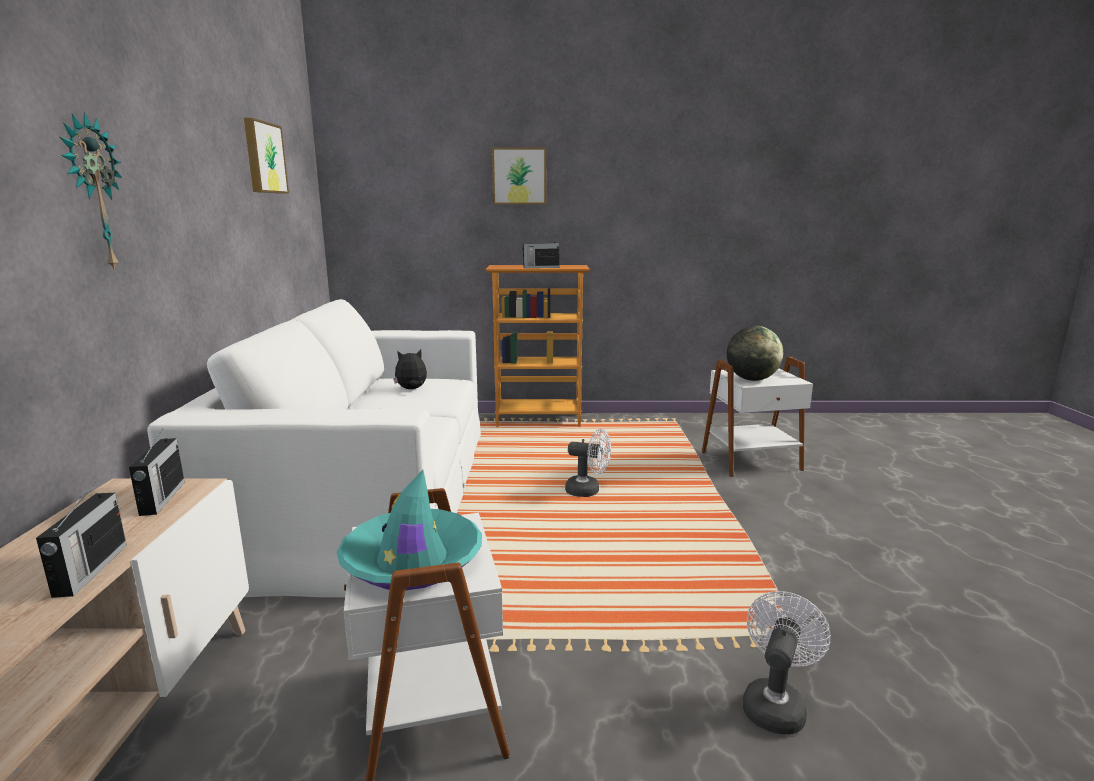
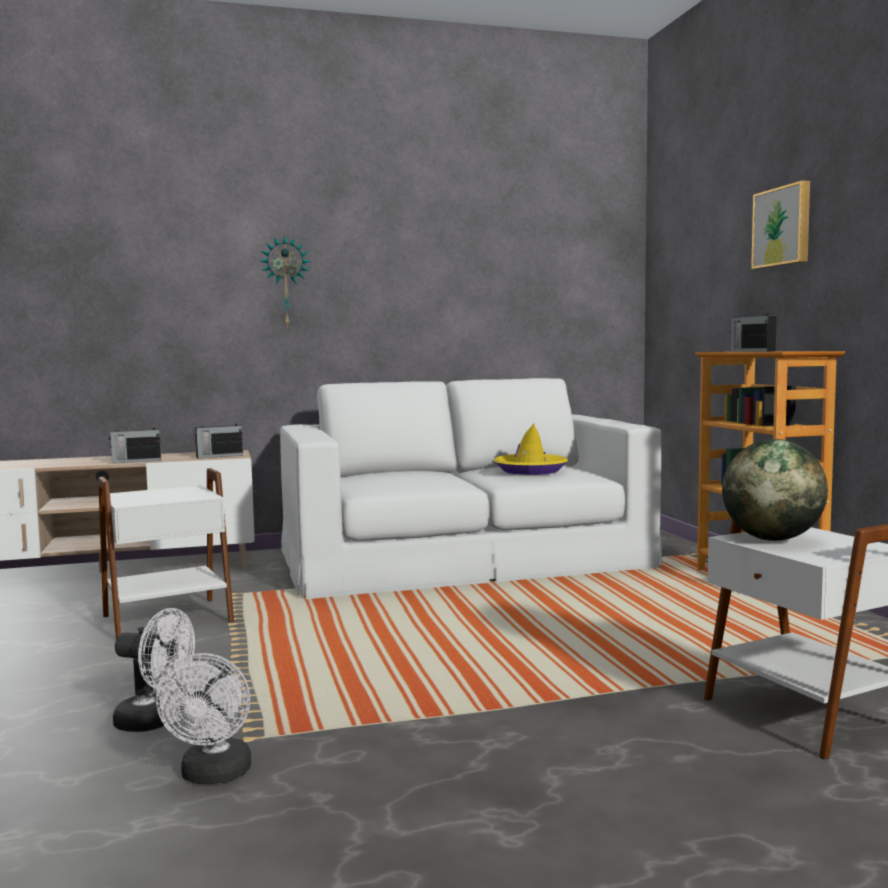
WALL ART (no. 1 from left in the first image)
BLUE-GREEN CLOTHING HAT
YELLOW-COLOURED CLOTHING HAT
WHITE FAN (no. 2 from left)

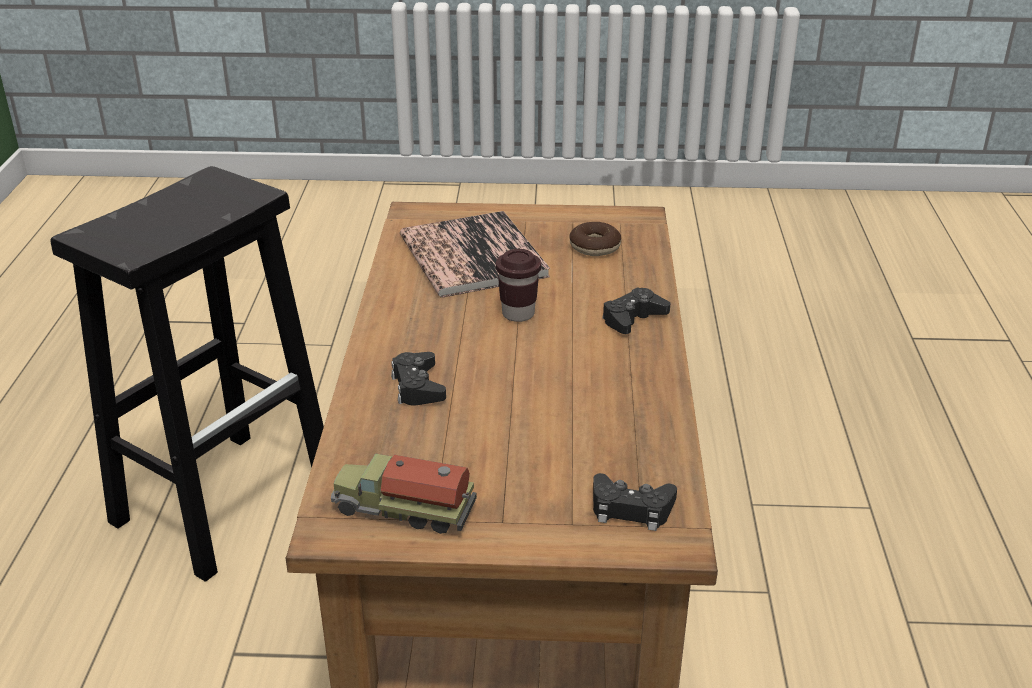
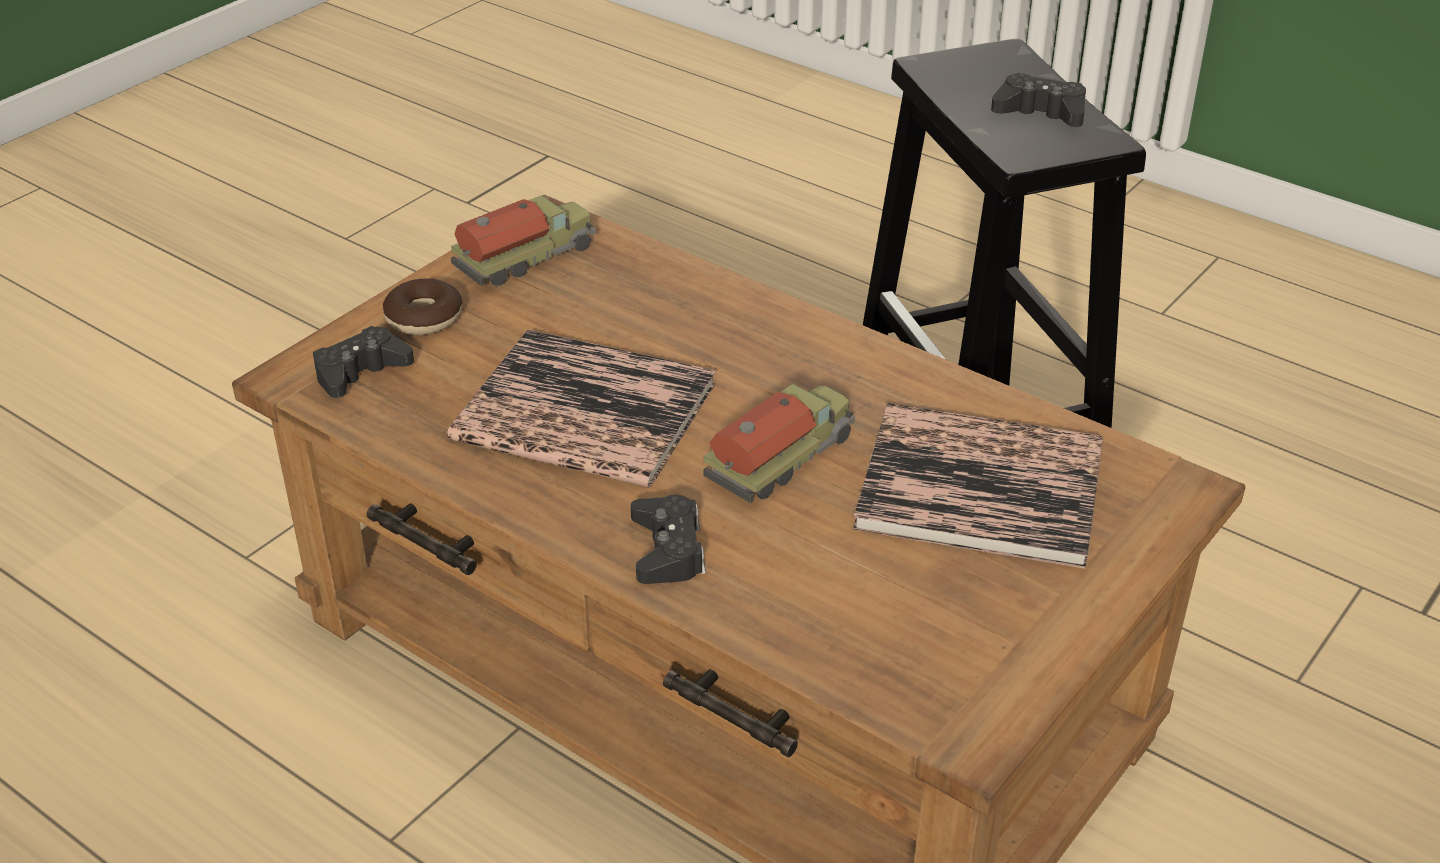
BLACKISH JOYPAD (no. 3 from left)
MODEL TRUCK (no. 2 from left)
DOUGHNUT
BOOK (no. 1 from left)

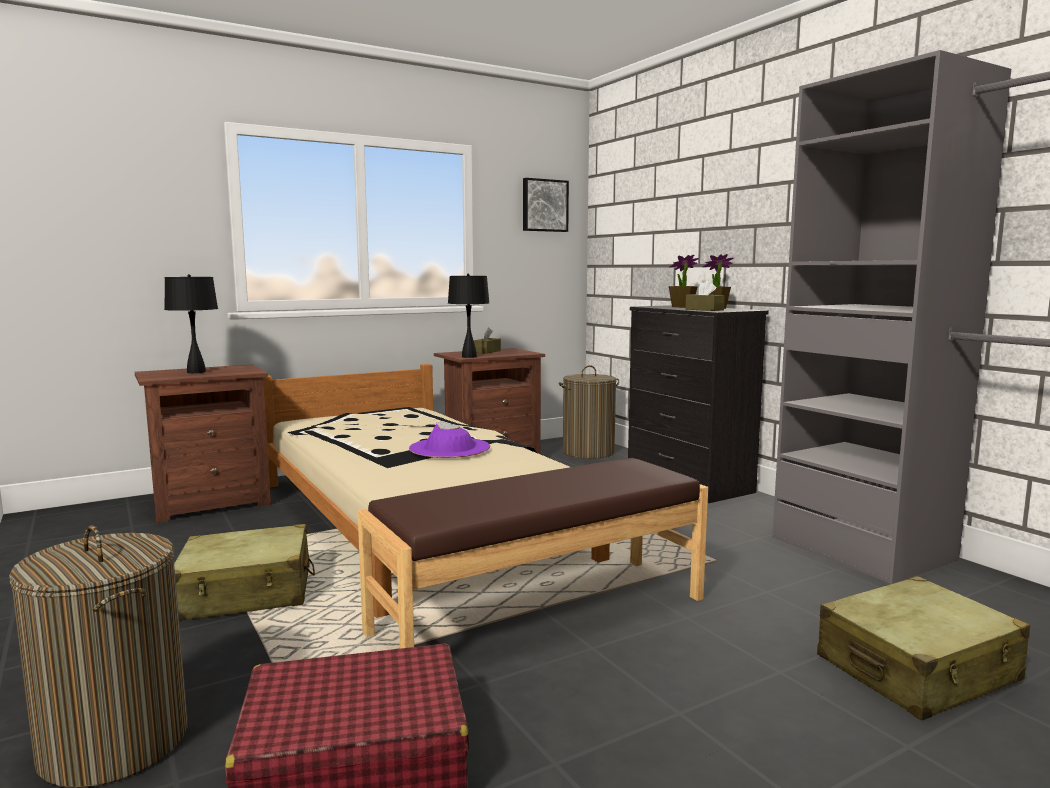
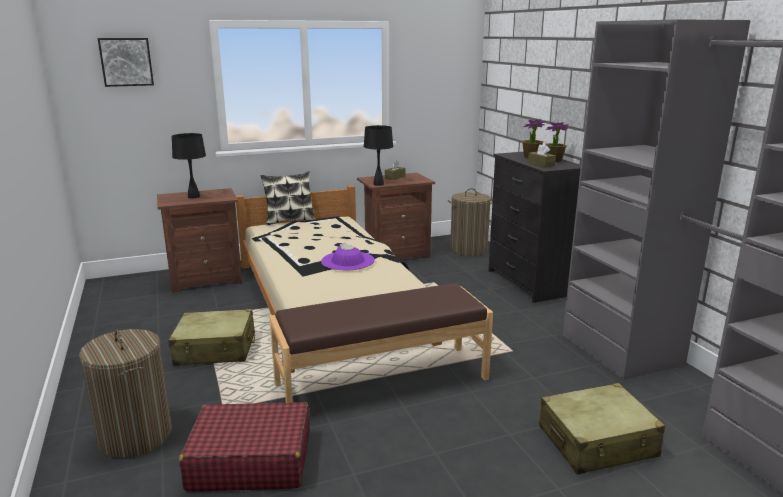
WALL ART
THROW PILLOW

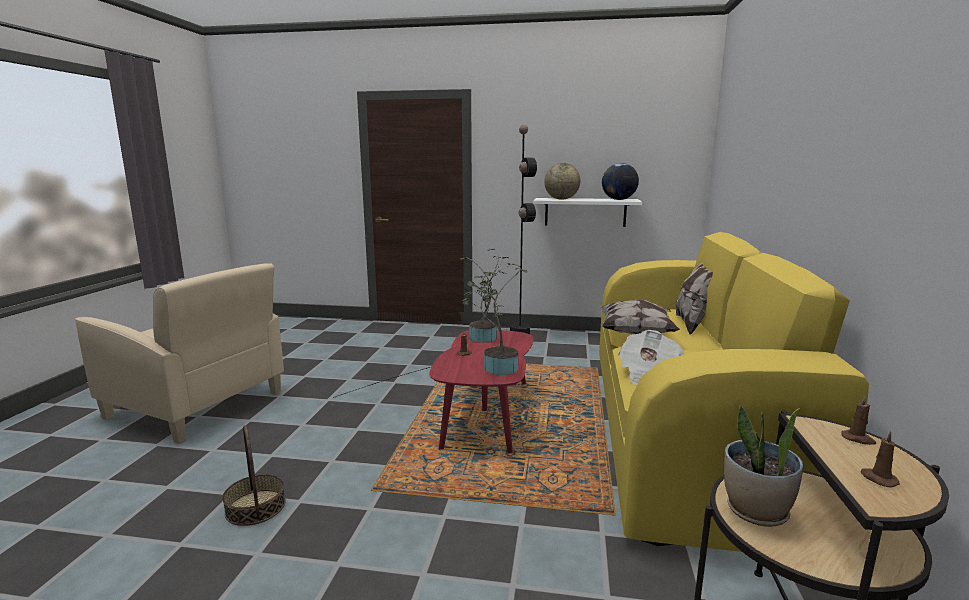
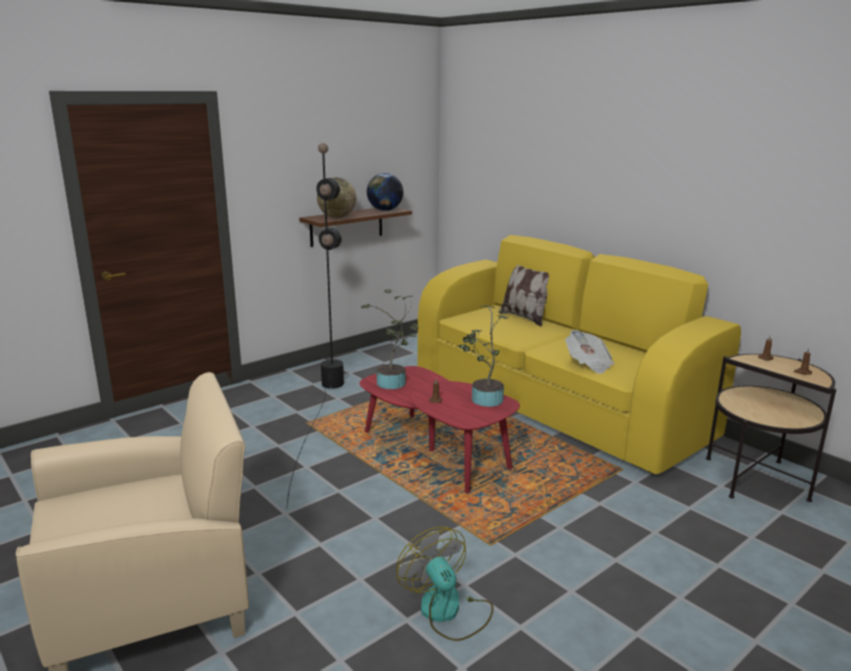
FAN
BROWN BRACKET SHELF
THROW PILLOW (no. 1 from left in the first image)
HOUSEPLANT (no. 3 from left in the first image)

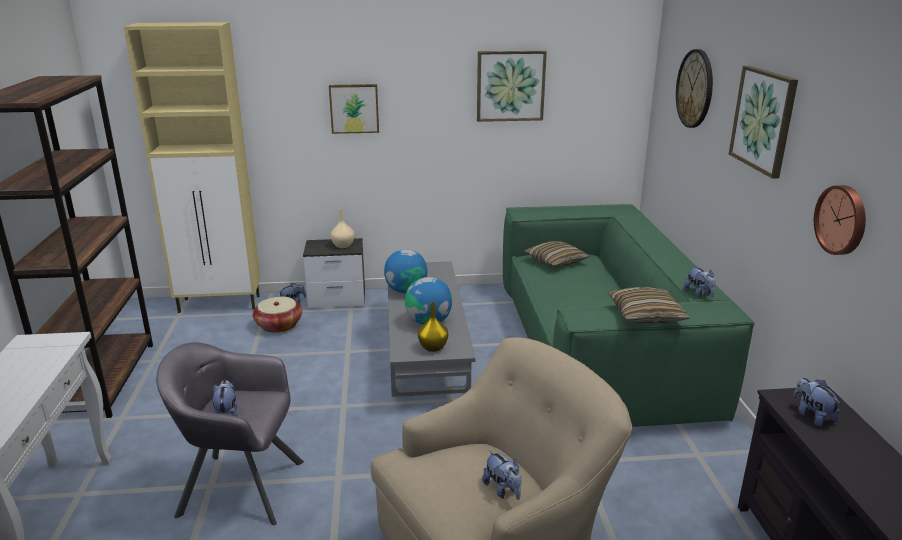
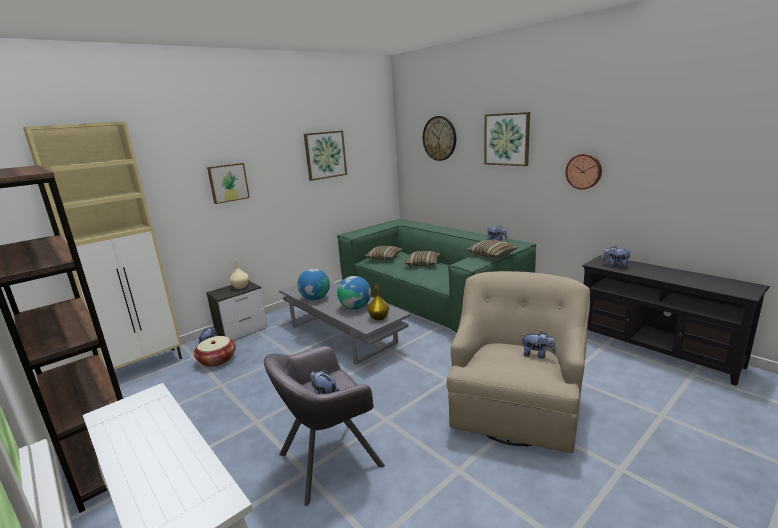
THROW PILLOW (no. 2 from left)

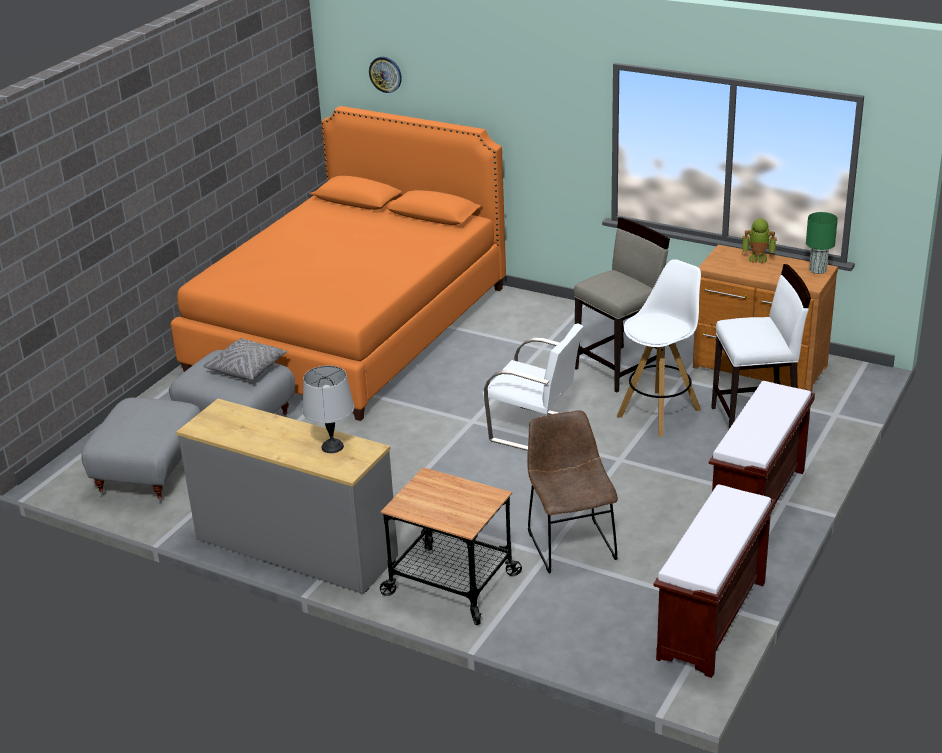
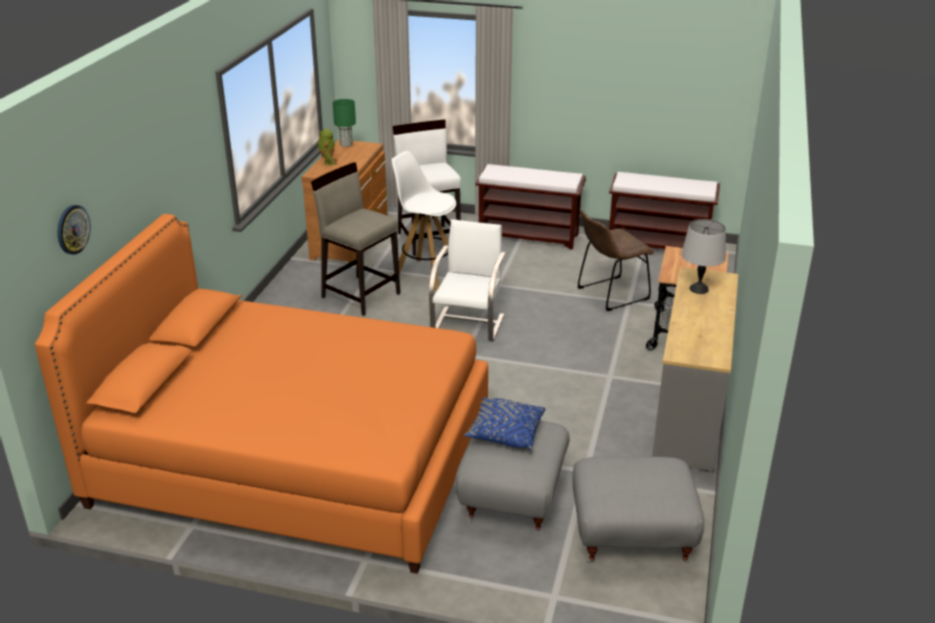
BLUE THROW PILLOW

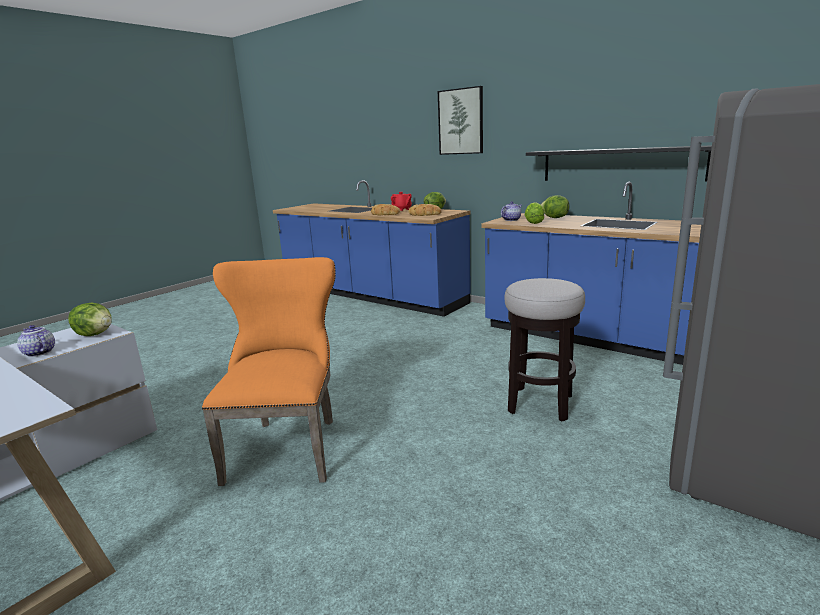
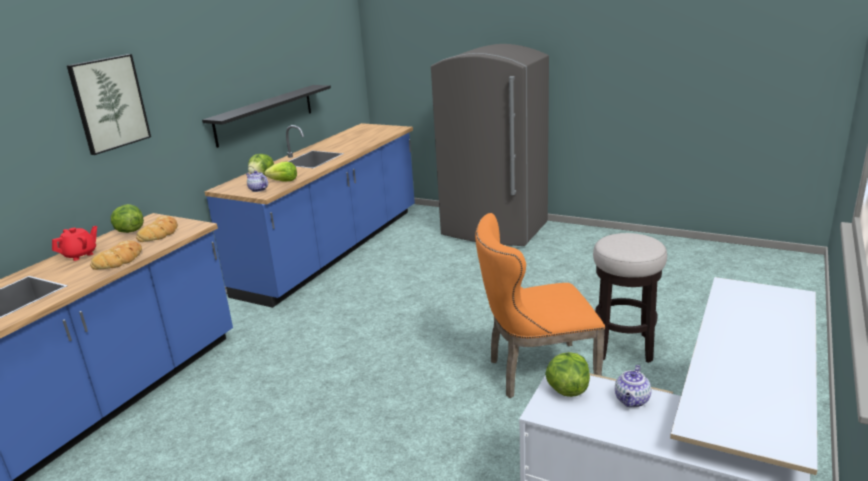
STOOL

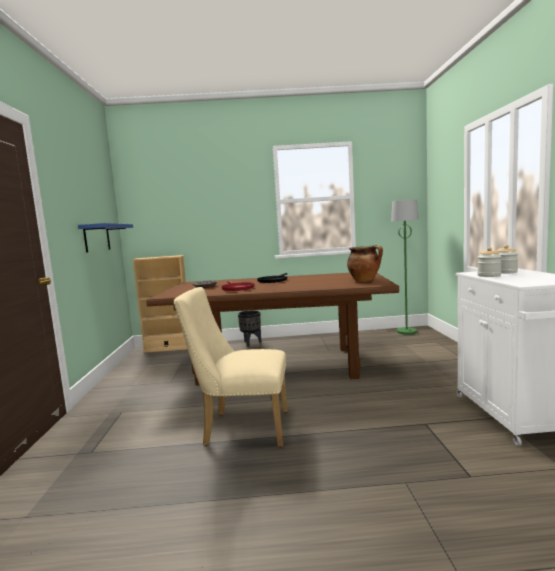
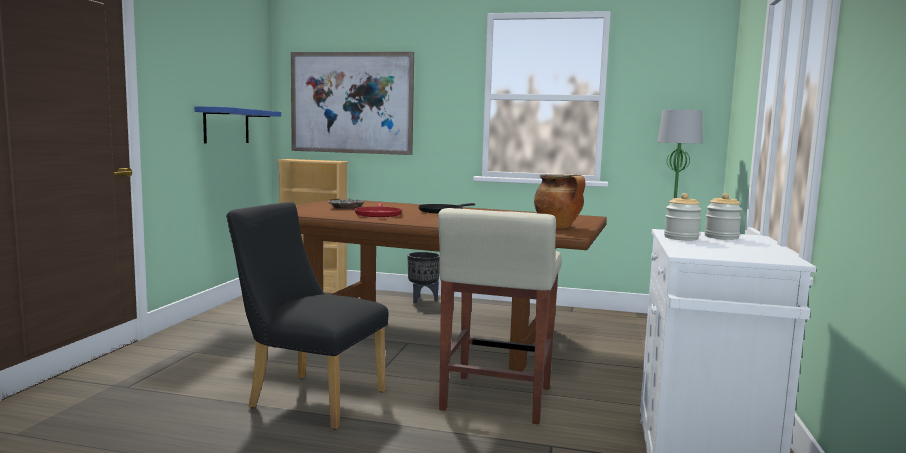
BLACKISH PLAIN CHAIR
WALL ART
BEIGE STOOL

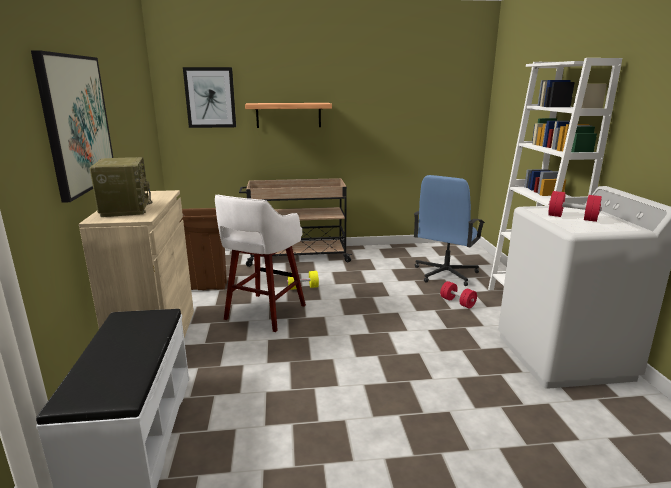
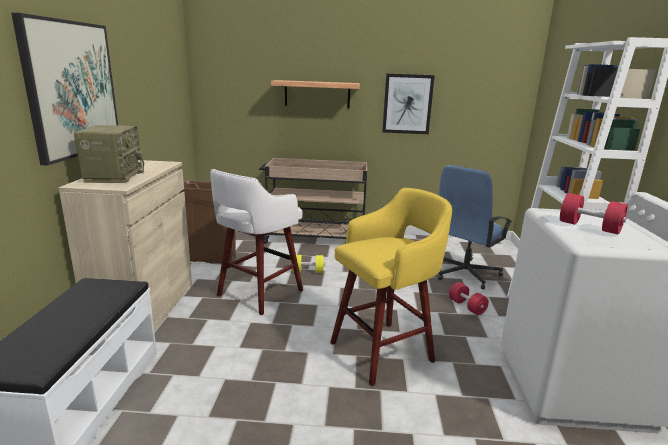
WALL ART (no. 2 from left)
YELLOW-COLOURED STOOL

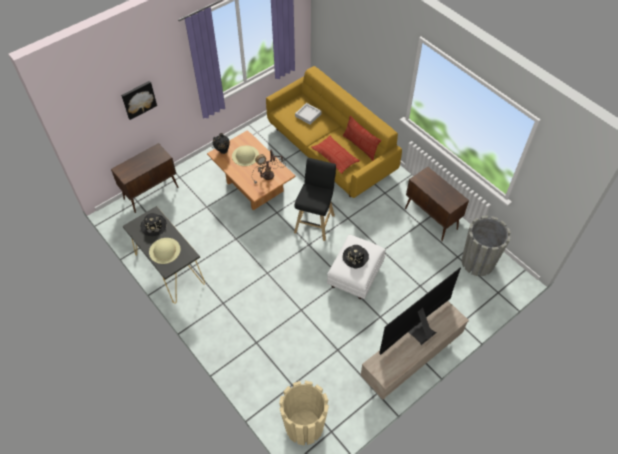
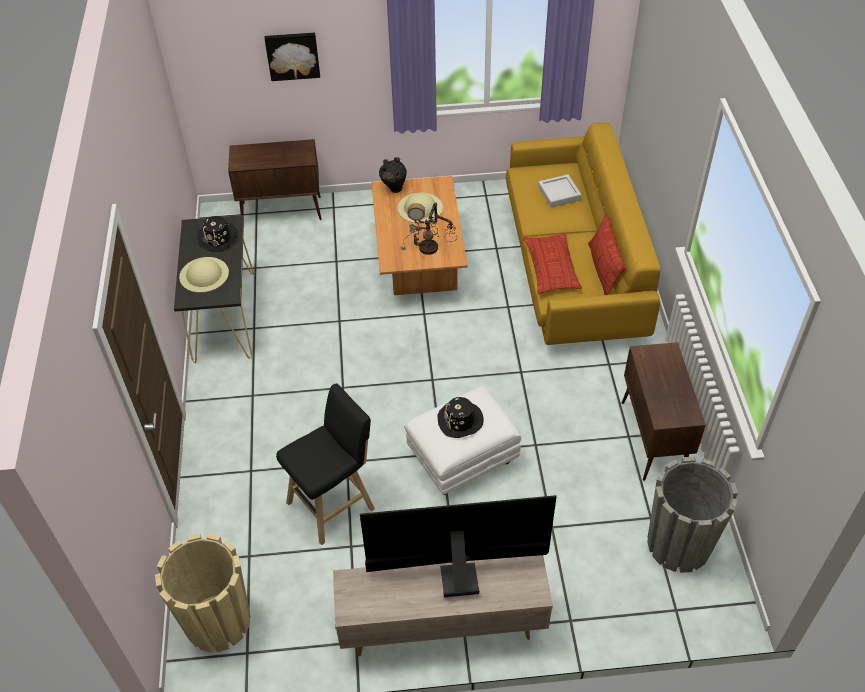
BLACKISH STOOL

